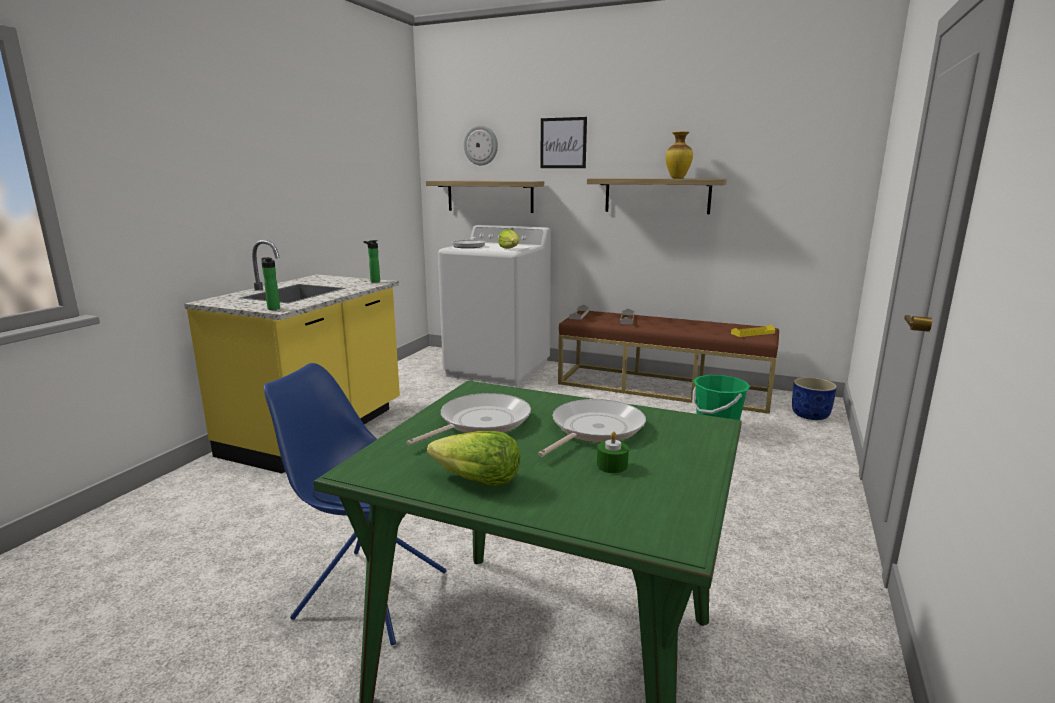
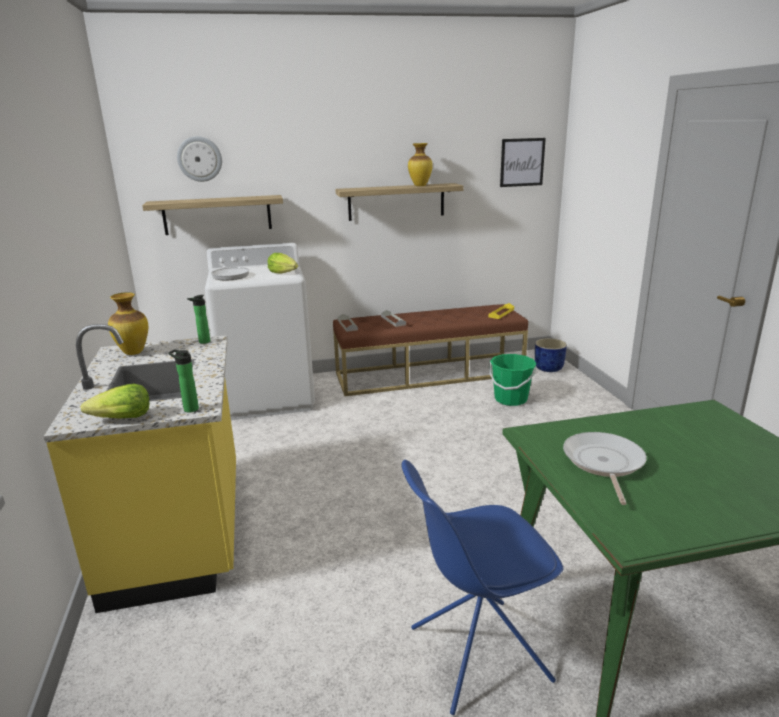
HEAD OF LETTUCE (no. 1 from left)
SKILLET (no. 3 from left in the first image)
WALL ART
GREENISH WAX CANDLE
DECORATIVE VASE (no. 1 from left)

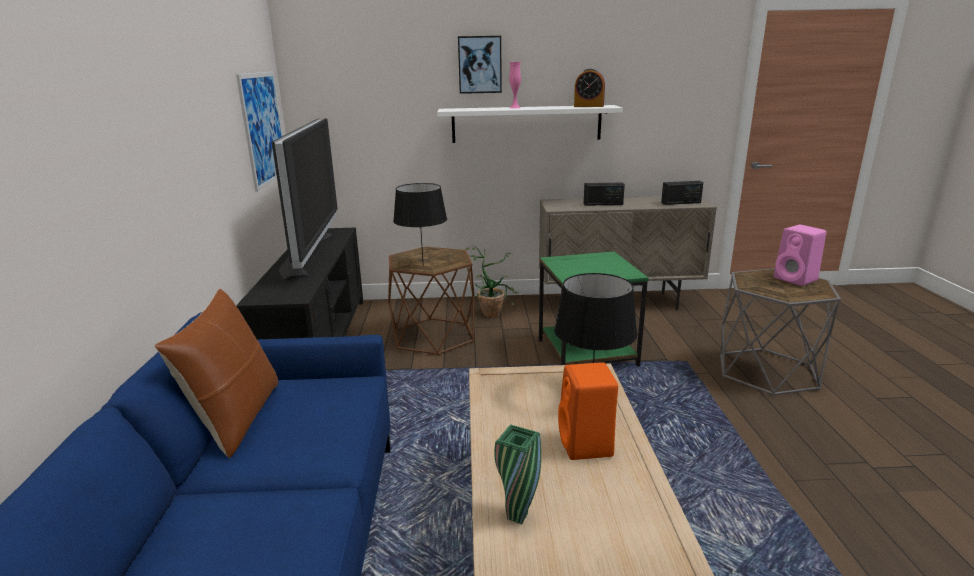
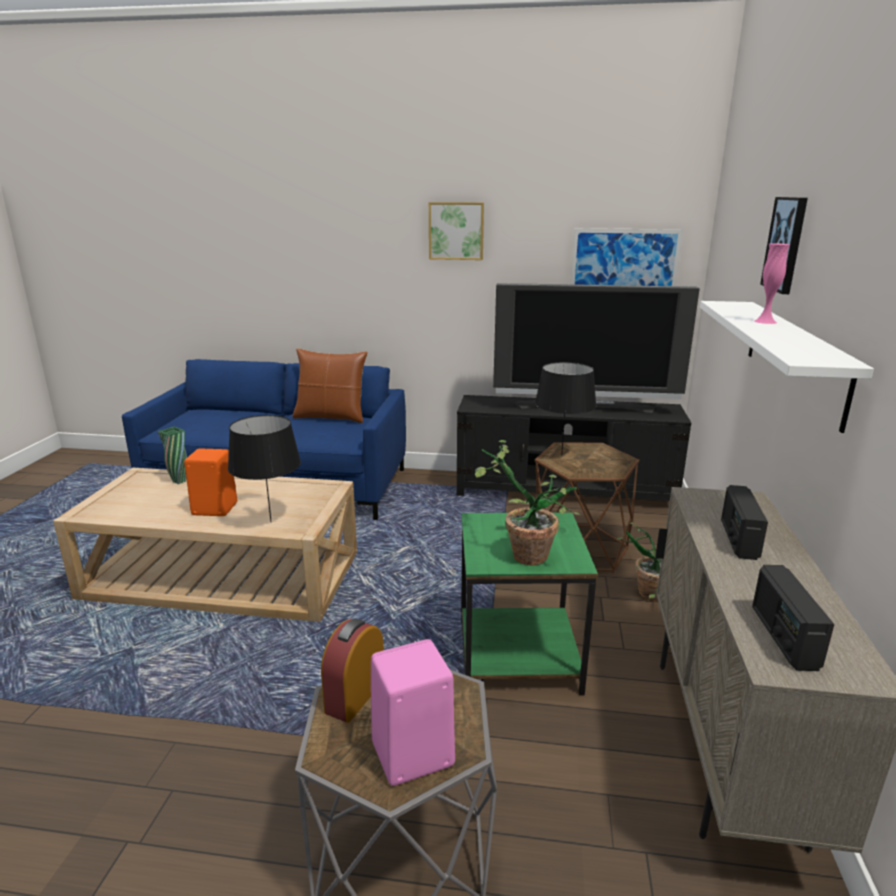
BEDSIDE CLOCK
WALL ART (no. 1 from left)
HOUSEPLANT (no. 1 from left)

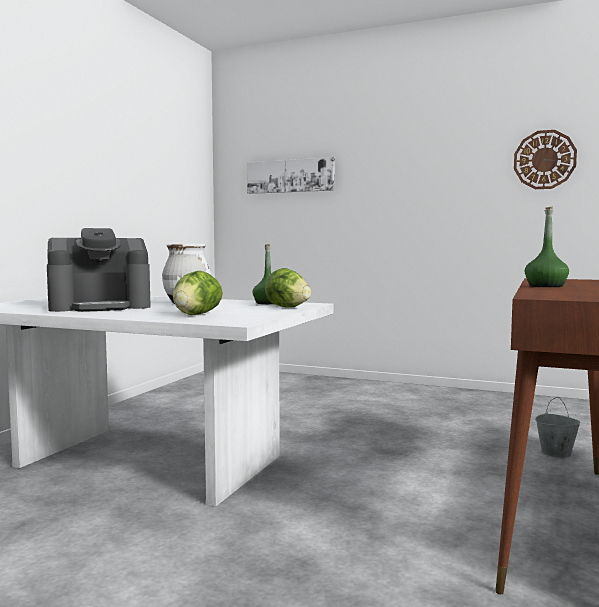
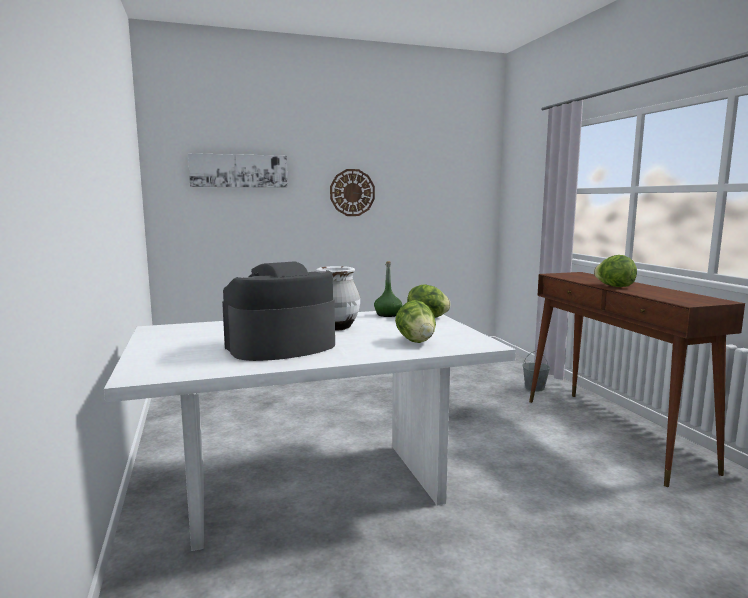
COFFEE BREWER
CLOCK ON THE WALL
HEAD OF LETTUCE (no. 3 from left)

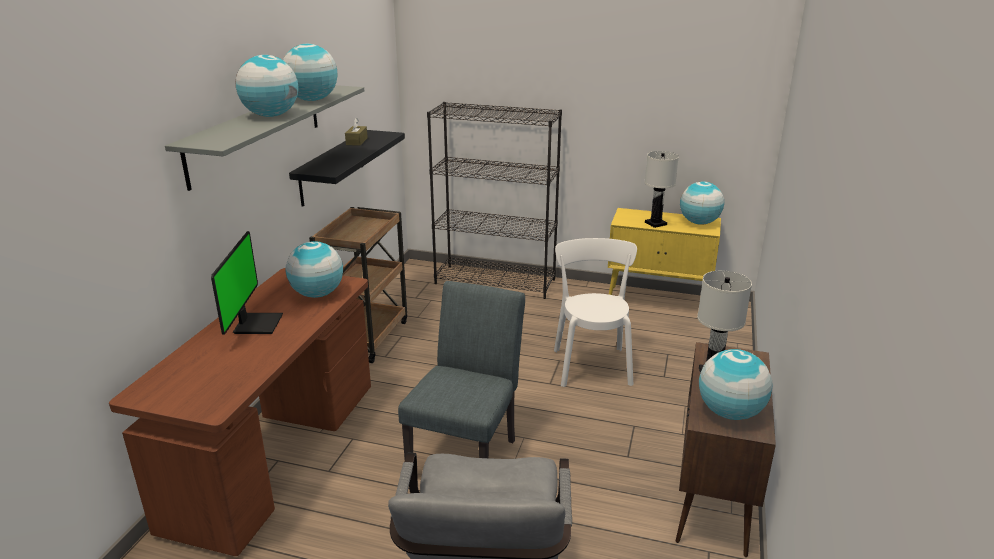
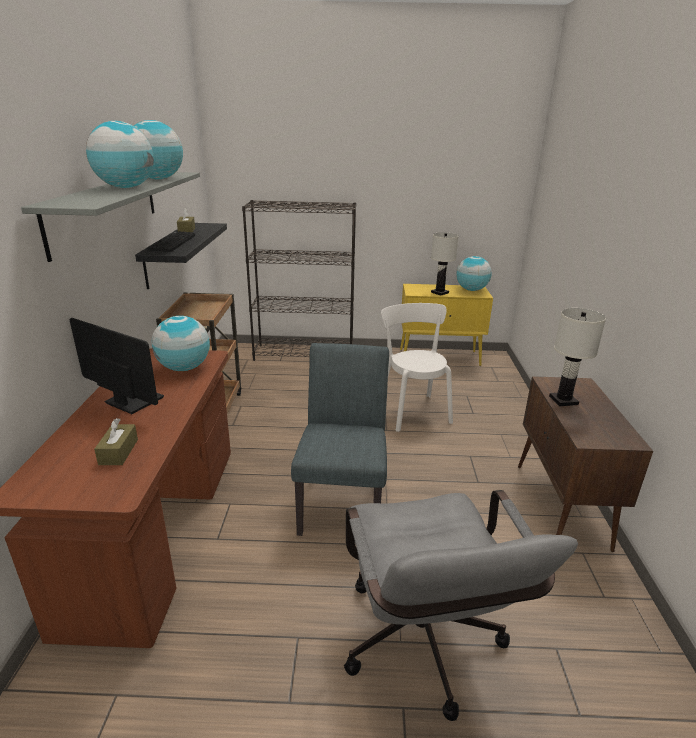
MONITOR
GLOBE (no. 5 from left in the first image)
BROWN TISSUE HOLDER (no. 1 from left)
PC KEYBOARD

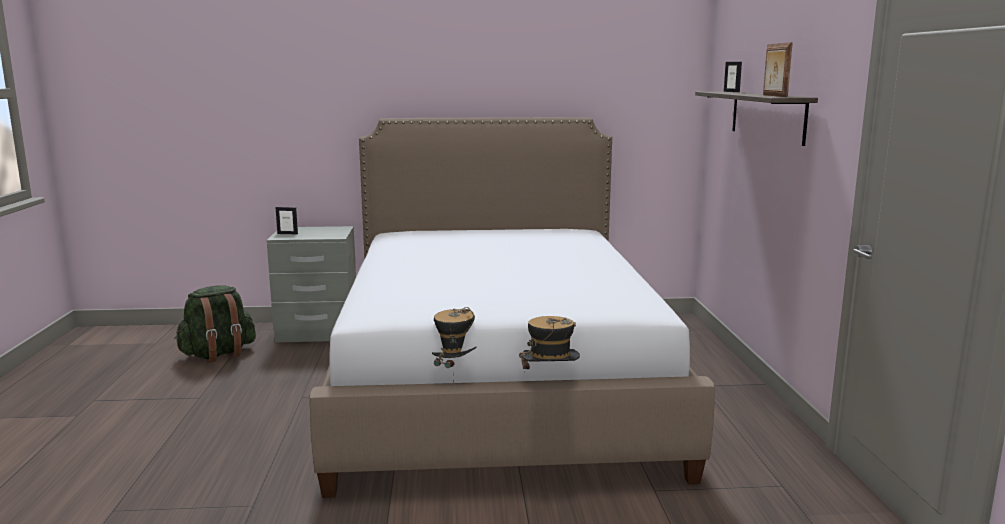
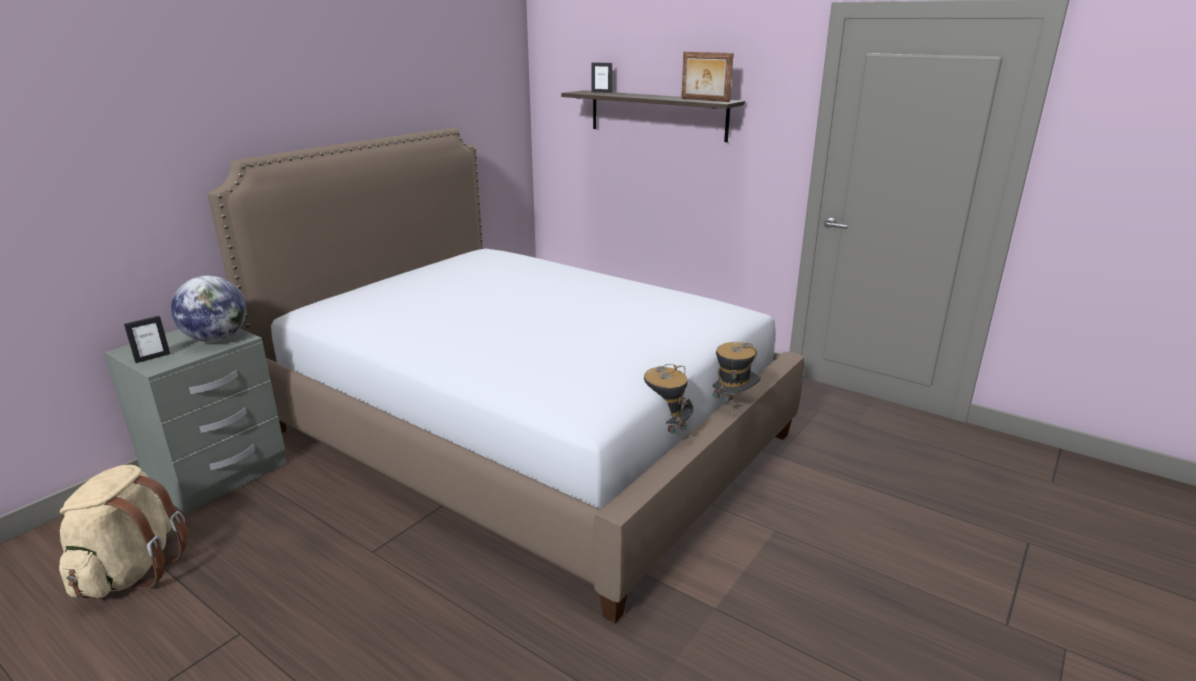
BEIGE KNAPSACK
GLOBE

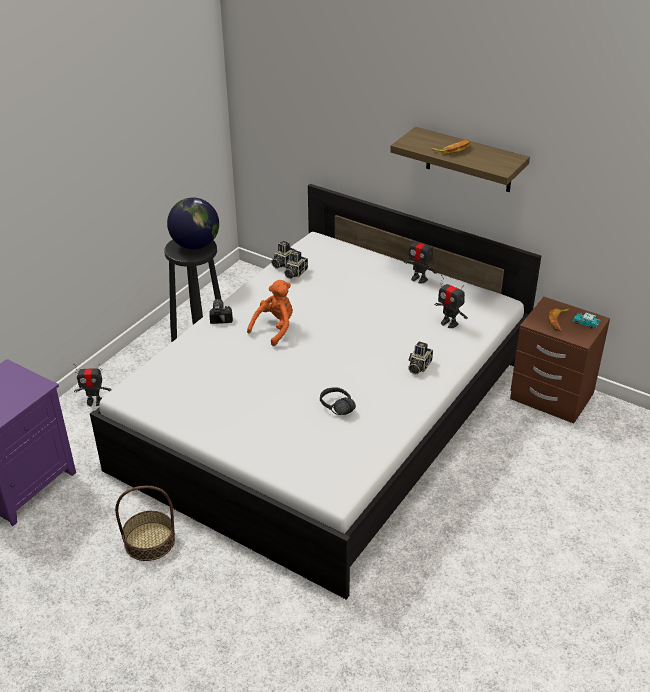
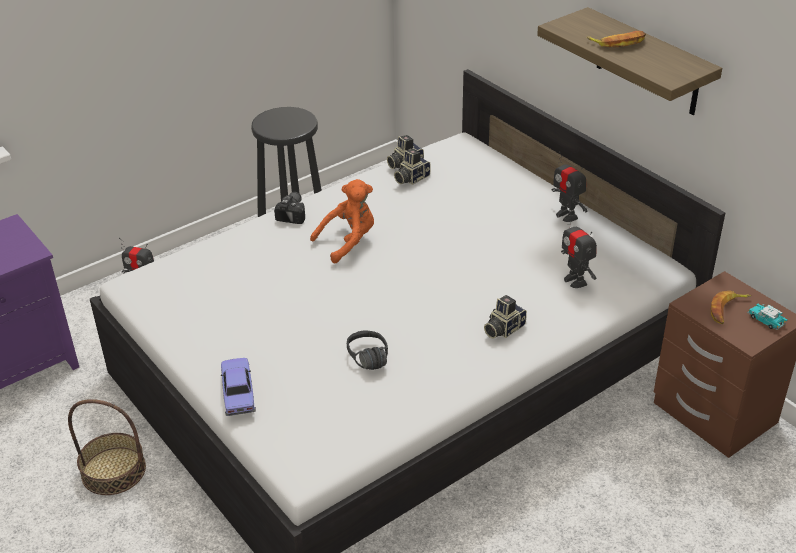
GLOBE
TOY CAR (no. 1 from left)

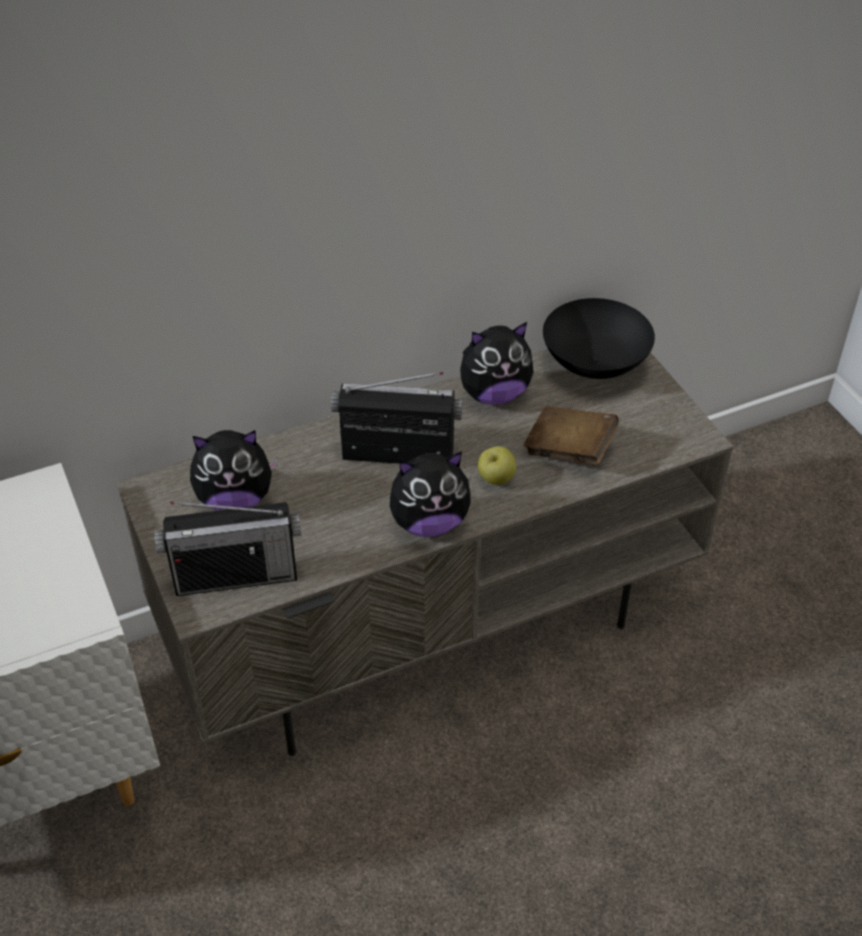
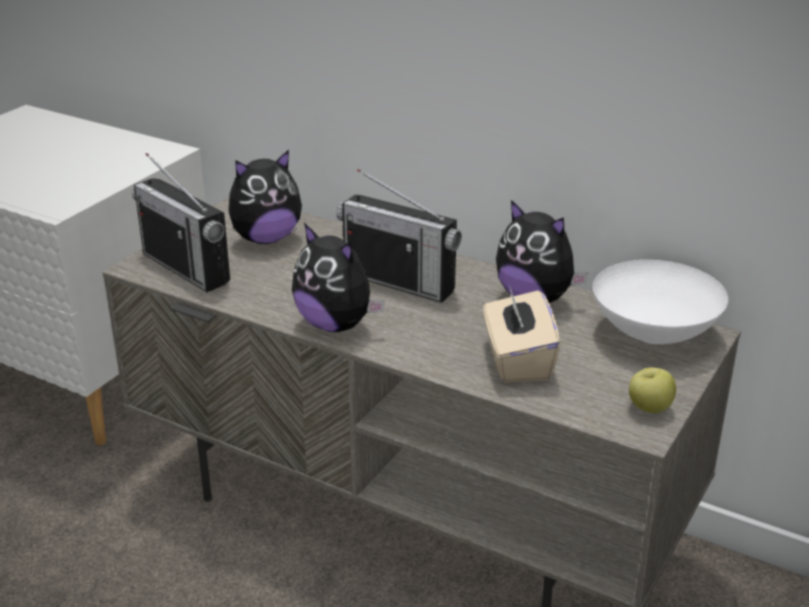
CUDDLY TOY (no. 1 from left)
RADIO RECEIVER (no. 2 from left)
WHOLE APPLE
BEIGE TISSUE HOLDER
WHITE BOWL

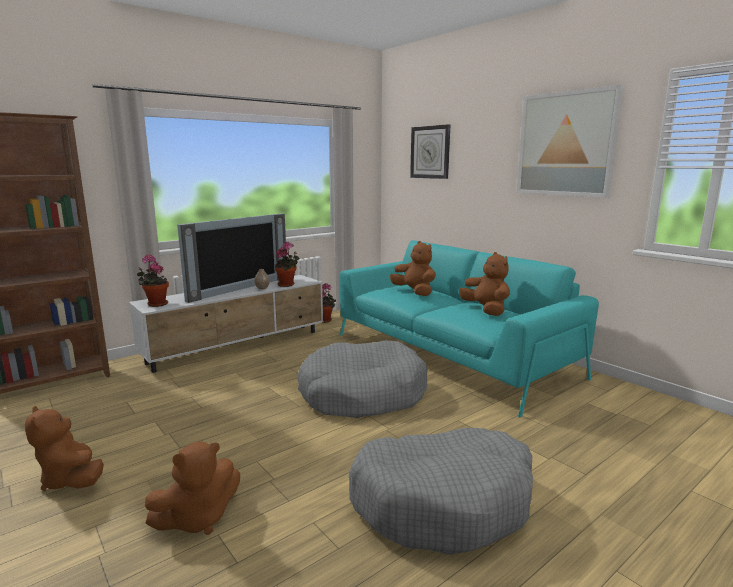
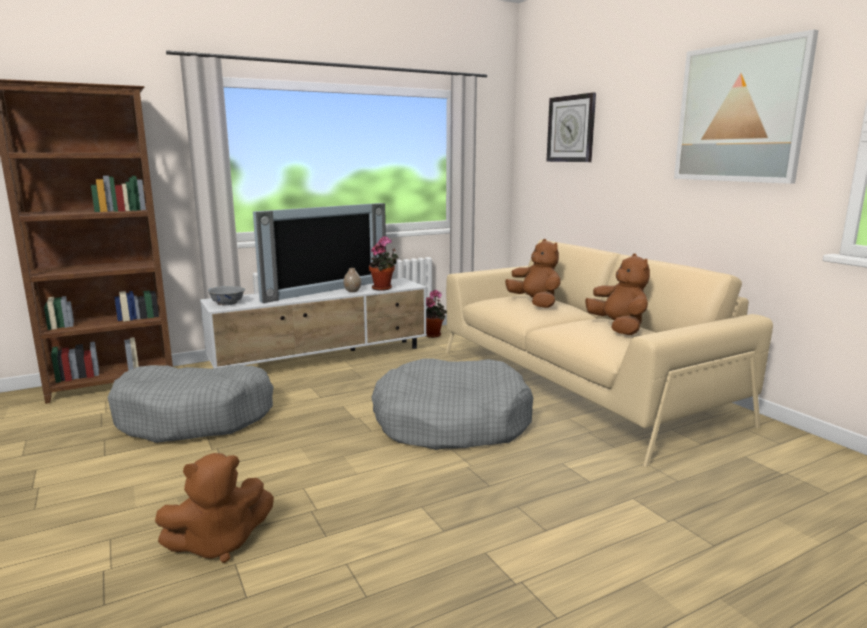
BROWN CUDDLY TOY (no. 1 from left in the first image)
GREY BOWL
BEIGE SETTEE
GREY PET BED (no. 1 from left)

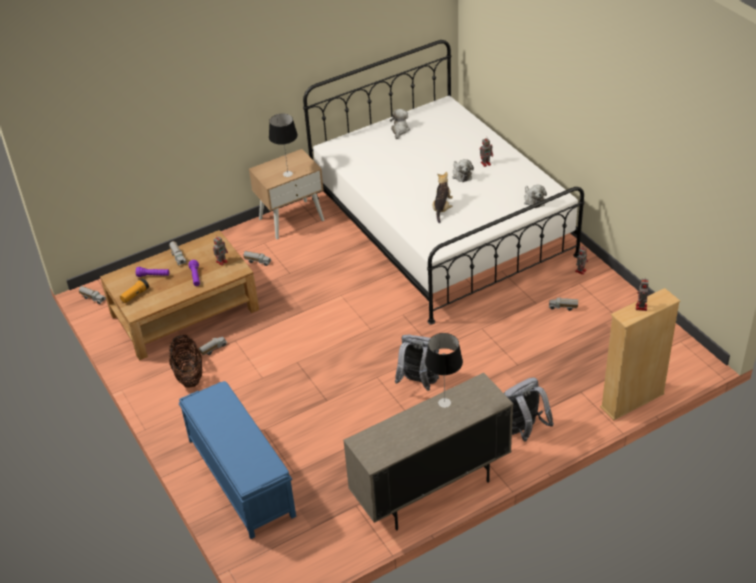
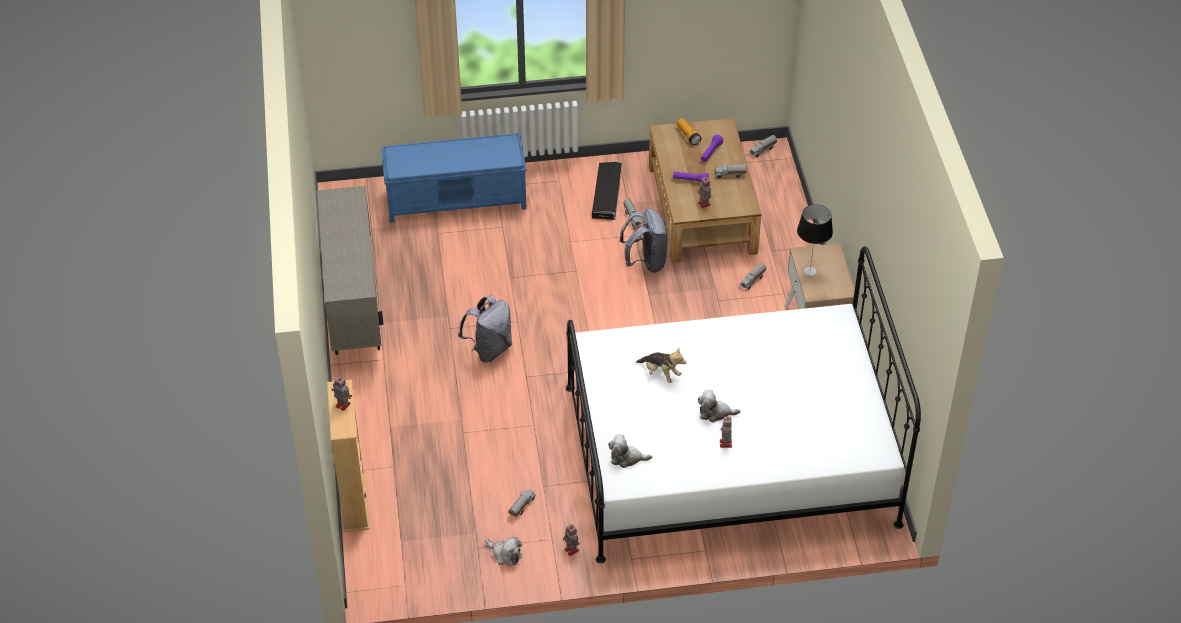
BLACKISH STORAGE BIN
CUDDLY TOY (no. 1 from left)
TABLE LAMP (no. 2 from left in the first image)
GREY KNAPSACK (no. 2 from left)

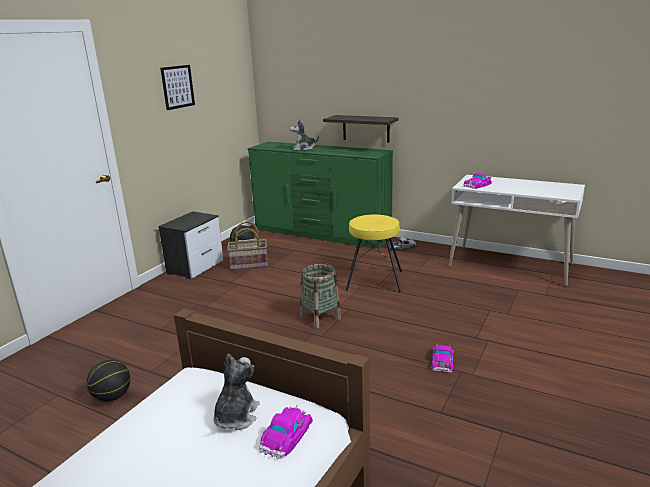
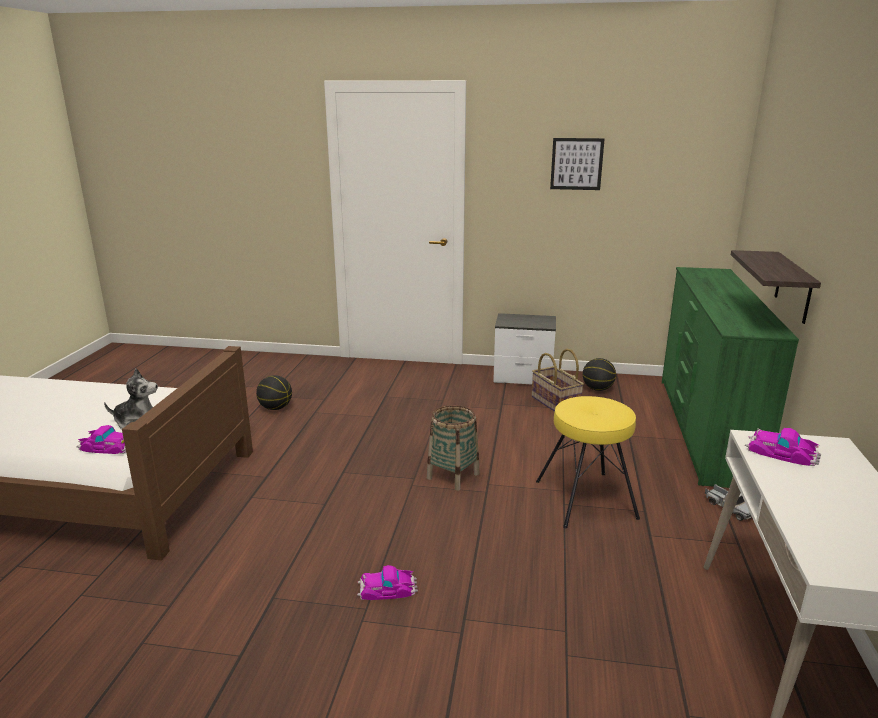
CUDDLY TOY (no. 2 from left in the first image)

